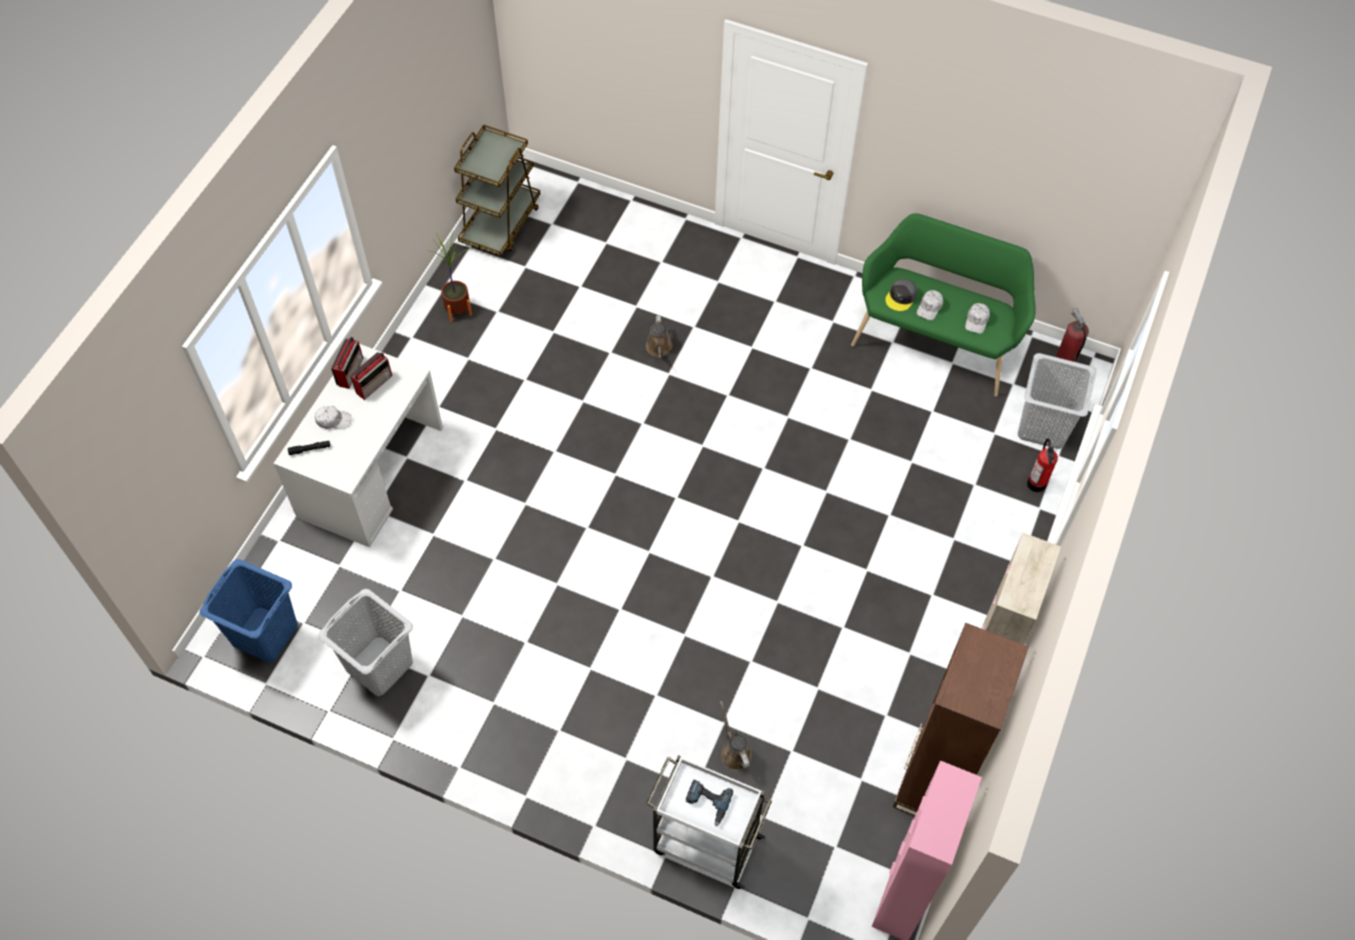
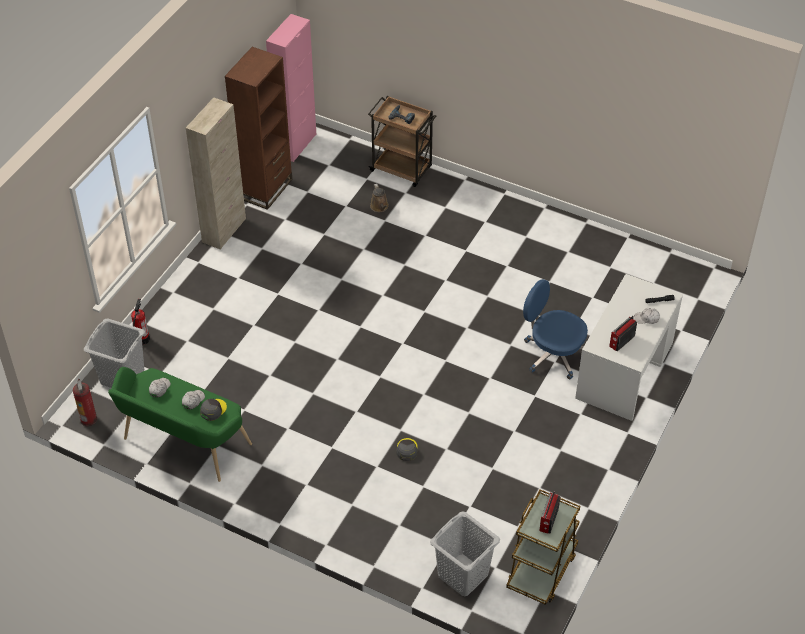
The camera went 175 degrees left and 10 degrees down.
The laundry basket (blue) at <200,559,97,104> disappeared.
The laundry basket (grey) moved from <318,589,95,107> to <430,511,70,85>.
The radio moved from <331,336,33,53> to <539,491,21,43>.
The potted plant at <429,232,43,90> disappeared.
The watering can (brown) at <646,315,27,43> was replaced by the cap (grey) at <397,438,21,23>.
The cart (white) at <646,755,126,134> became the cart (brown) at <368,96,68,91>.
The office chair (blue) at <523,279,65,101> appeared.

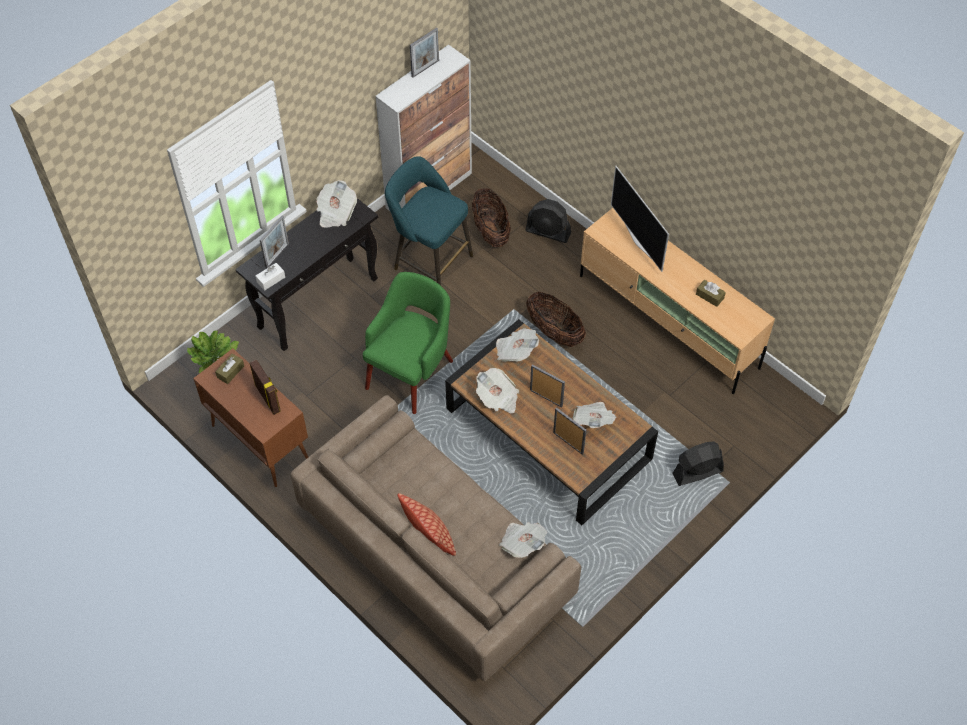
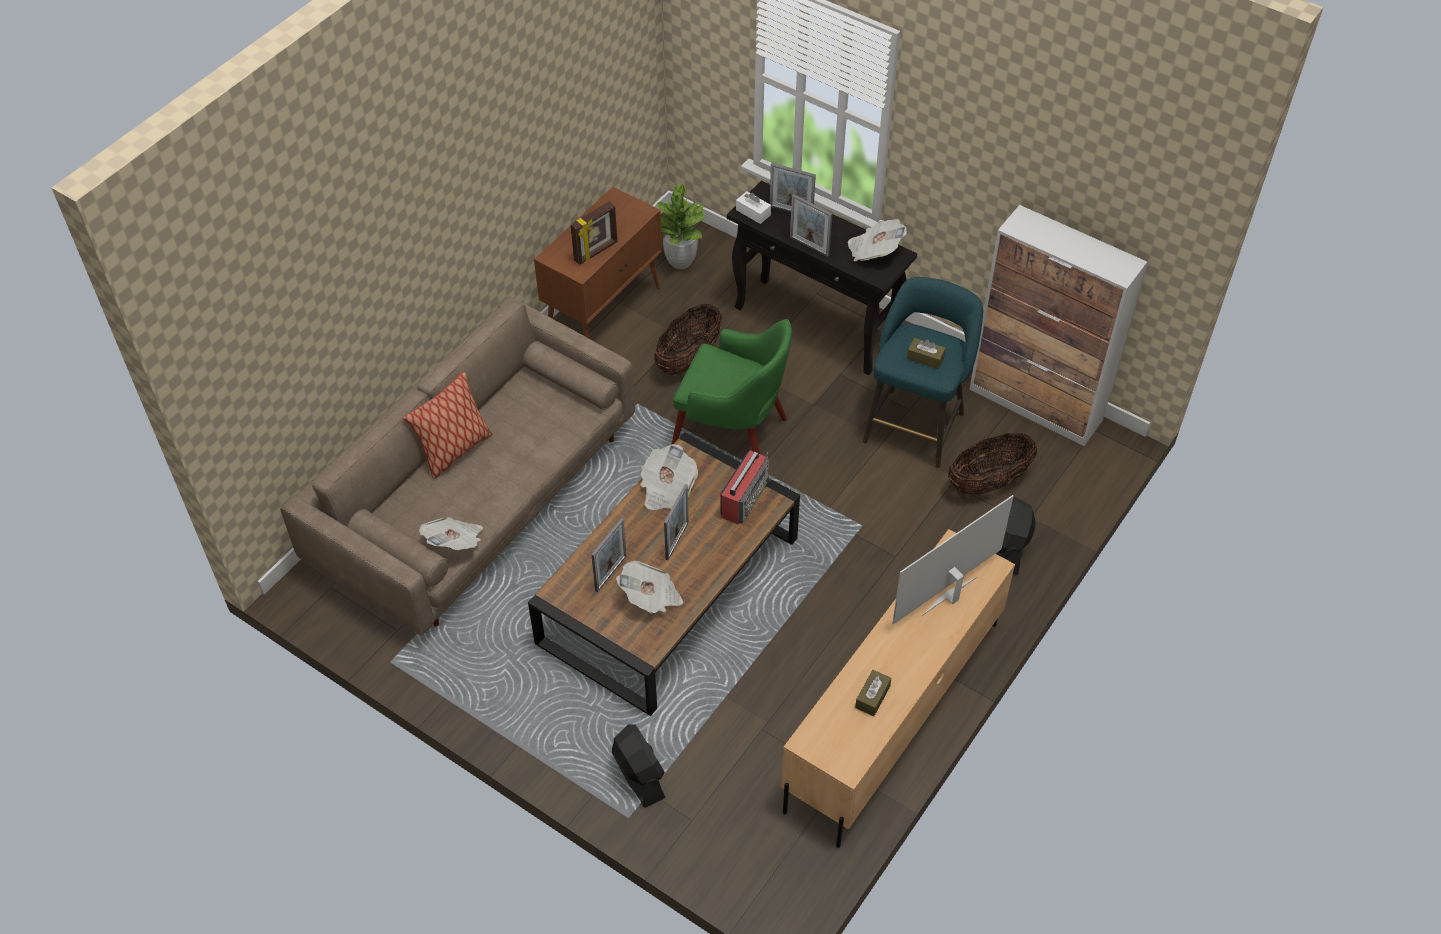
The camera went 80 degrees right and 5 degrees down.
The tissue box (brown) moved from <215,354,29,30> to <907,338,39,31>.
The picture frame moved from <410,28,29,50> to <790,194,42,63>.
The newspaper at <496,328,43,34> was replaced by the radio at <721,450,50,74>.
The basket moved from <526,292,60,55> to <654,304,68,71>.

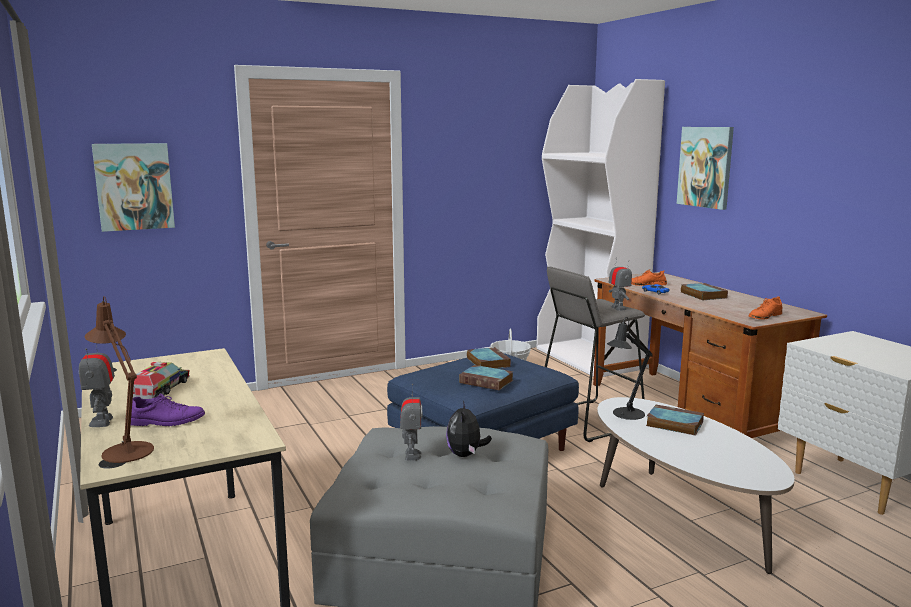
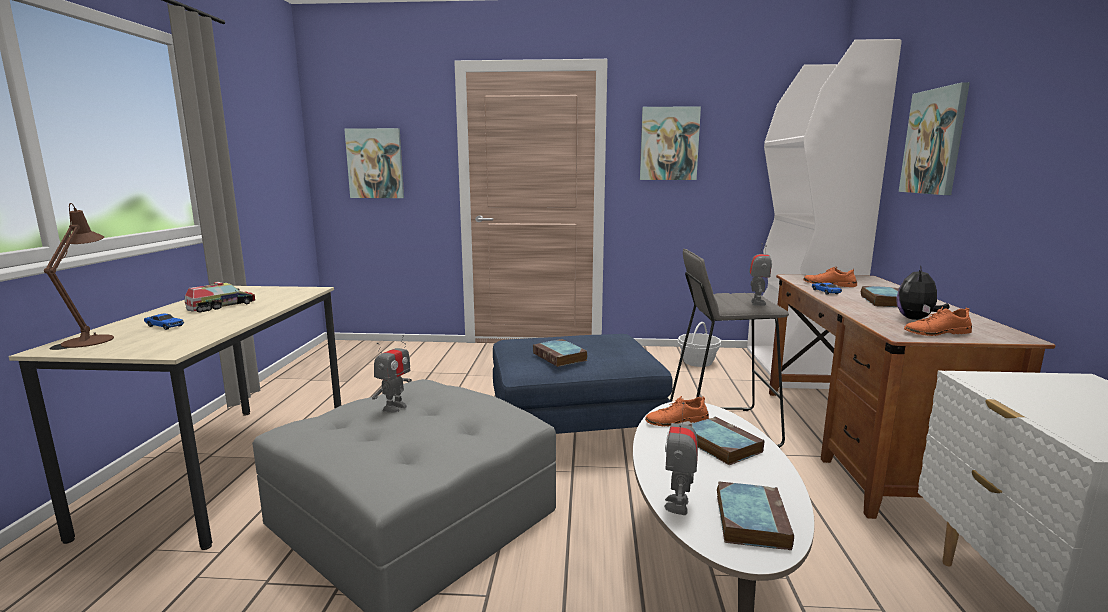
The camera went 30 degrees right and 0 degrees up.
The toy robot moved from <79,344,36,83> to <664,402,34,113>.
The shoe (purple) at <131,394,74,32> was replaced by the toy car at <144,314,40,16>.
The plush toy moved from <446,401,46,56> to <896,266,53,54>.
The book moved from <467,347,44,22> to <717,482,77,68>.
The table lamp (black) at <607,317,45,103> was replaced by the shoe (orange) at <645,396,64,30>.
The picture at <640,106,61,74> appeared.

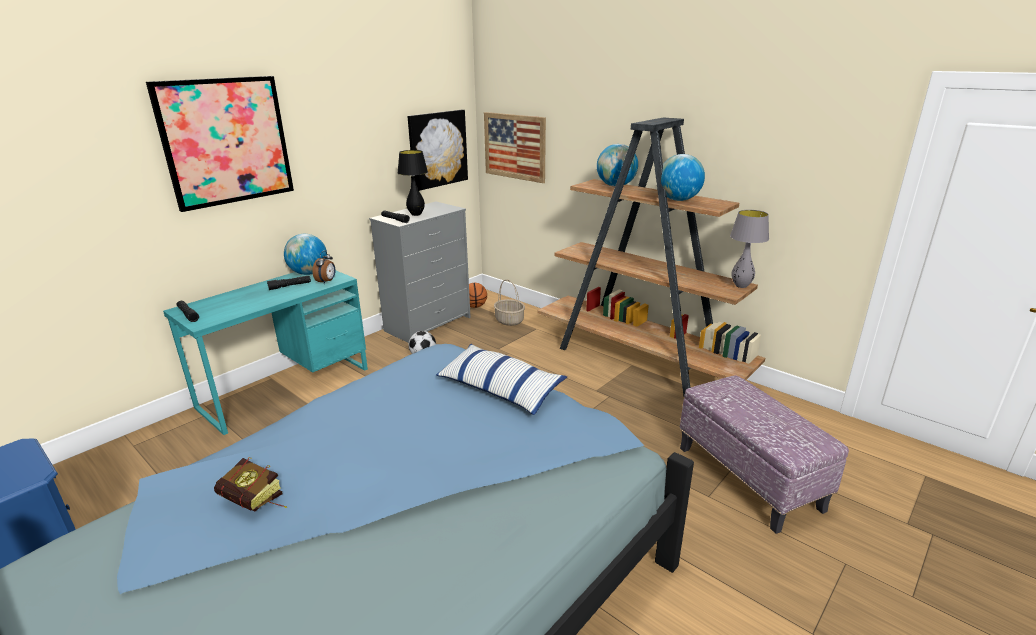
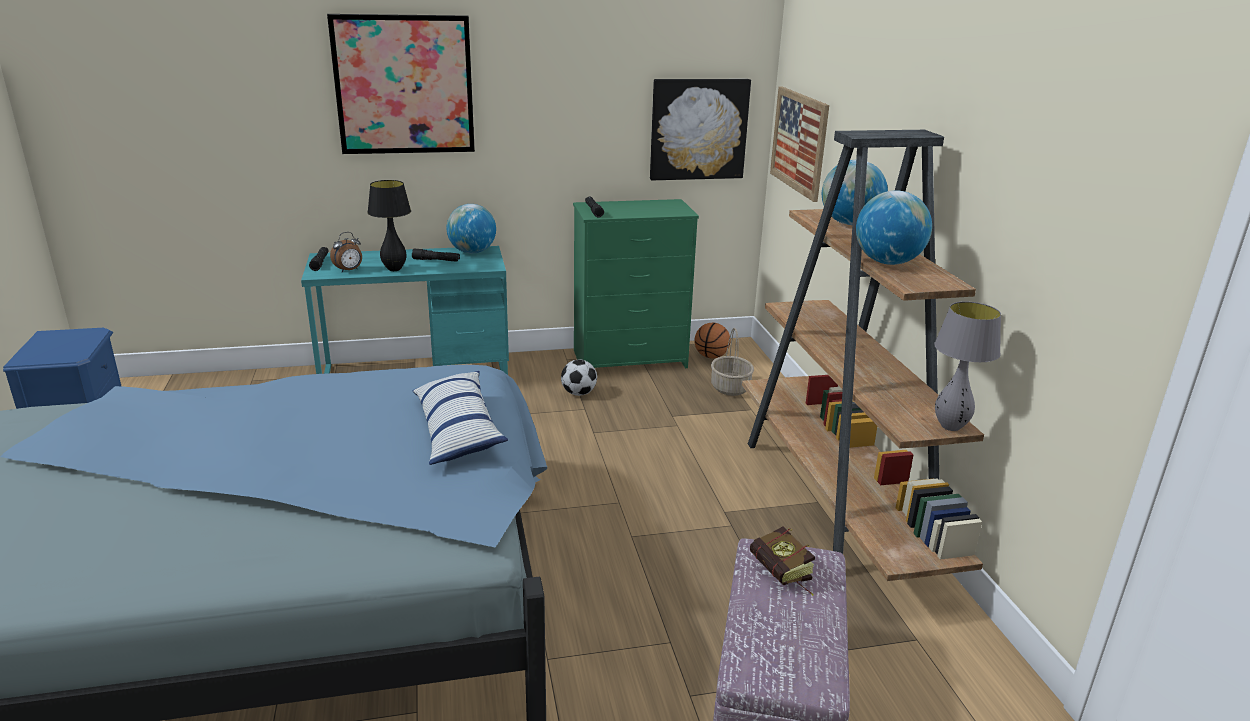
The camera went 35 degrees right and 0 degrees up.
The book moved from <214,457,73,54> to <750,526,65,70>.
The alarm clock moved from <312,251,24,33> to <330,232,32,40>.
The dresser (grey) at <369,201,102,142> became the dresser (green) at <573,199,126,169>.
The table lamp (black) moved from <398,150,30,66> to <367,180,44,91>.

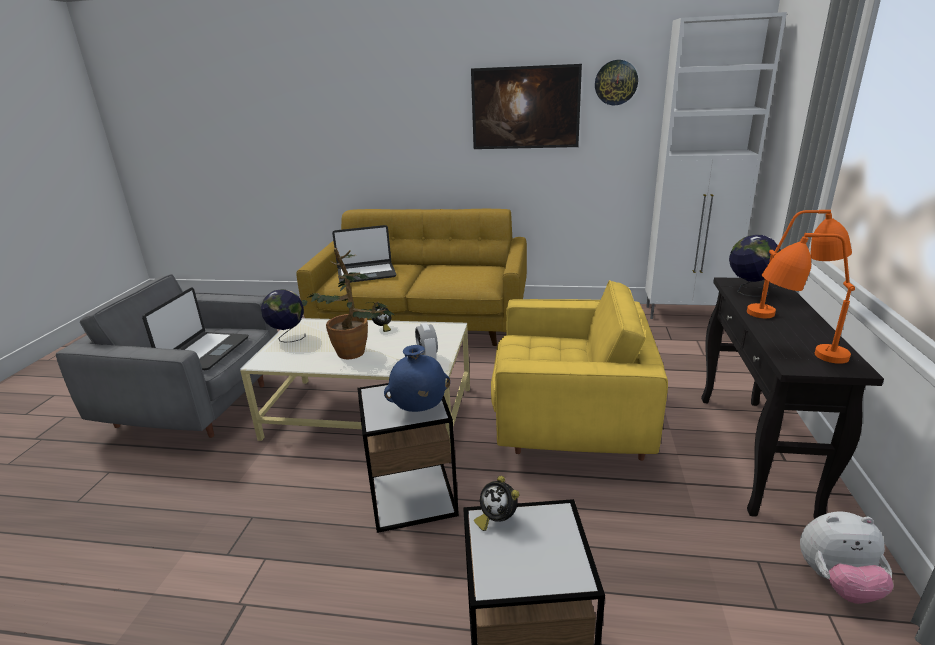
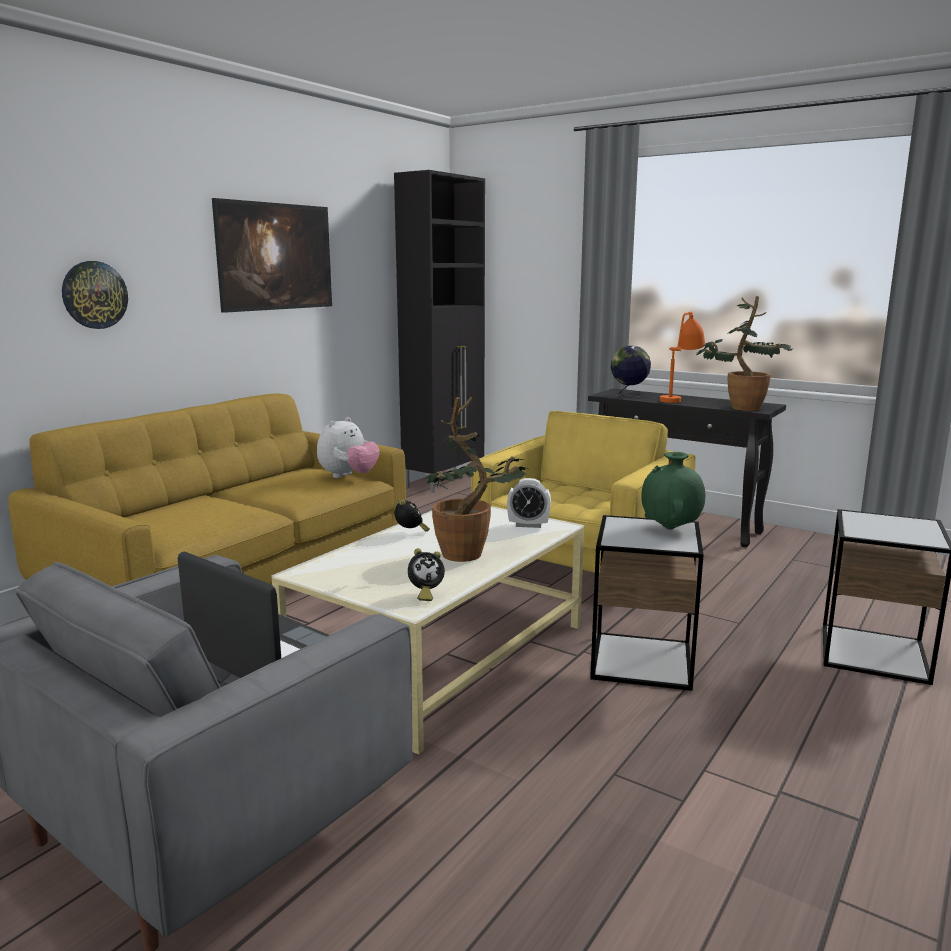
The camera went 65 degrees left and 10 degrees down.
The globe at <261,289,45,53> disappeared.
The laptop at <332,225,64,59> disappeared.
The vase (blue) at <384,345,66,67> became the vase (green) at <641,452,64,78>.
The alarm clock moved from <474,476,45,55> to <408,548,37,53>.
The wall clock moved from <595,60,43,45> to <62,261,66,68>.
The cabinet (white) at <645,12,142,307> became the cabinet (black) at <394,170,91,323>.
The table lamp (orange) at <762,233,93,131> was replaced by the potted plant at <696,296,98,115>.
The plush toy moved from <800,511,94,93> to <317,417,63,61>.

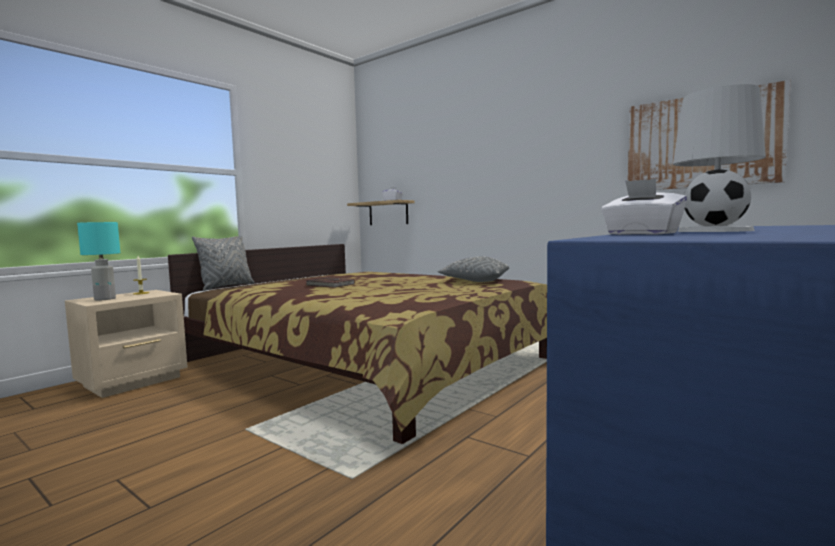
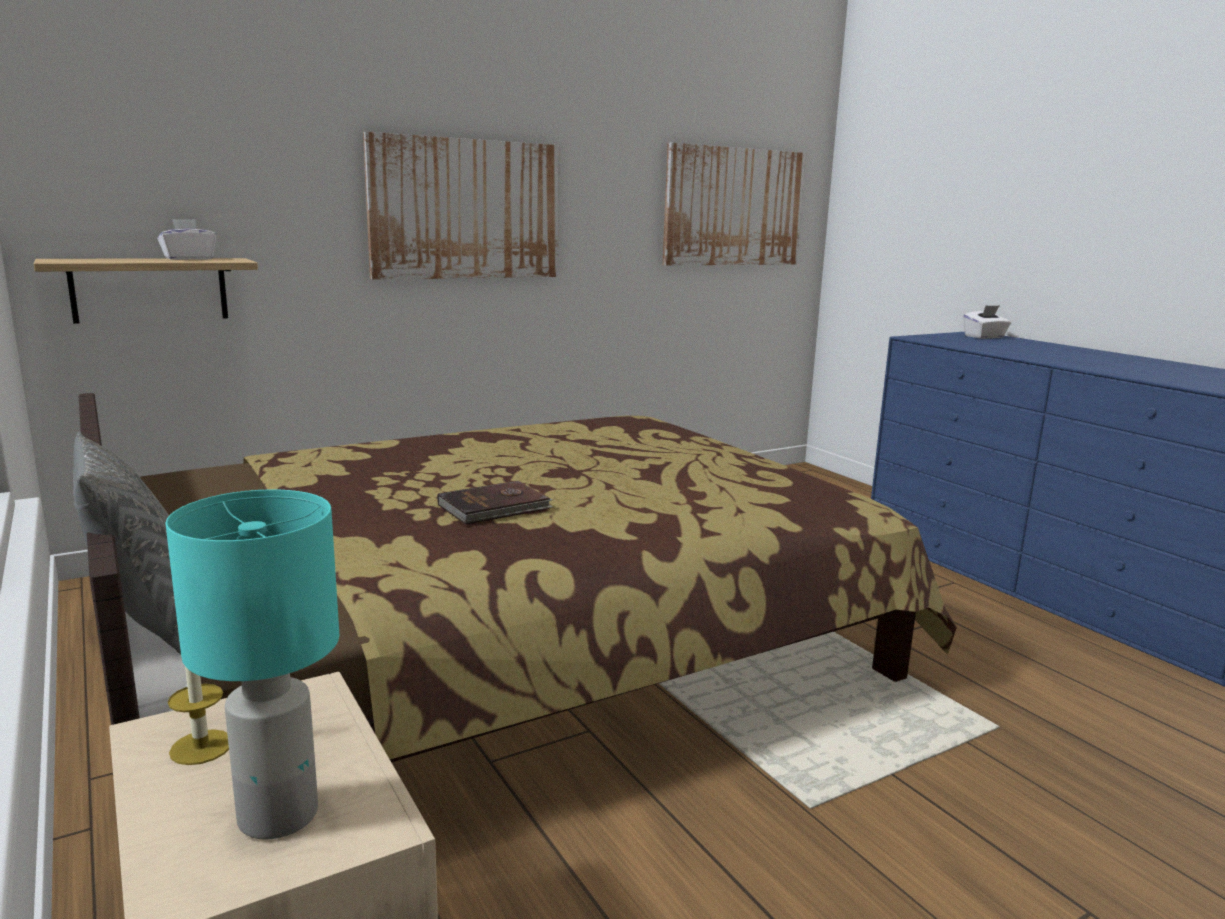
The camera went 70 degrees left and 10 degrees up.
The pillow (grey) at <437,256,72,26> disappeared.
The tissue box (white) moved from <601,178,86,57> to <963,305,48,34>.
The table lamp (white) at <673,84,93,148> disappeared.
The picture at <363,132,197,148> appeared.

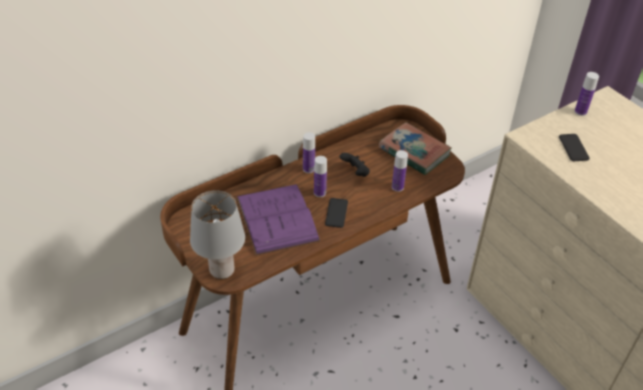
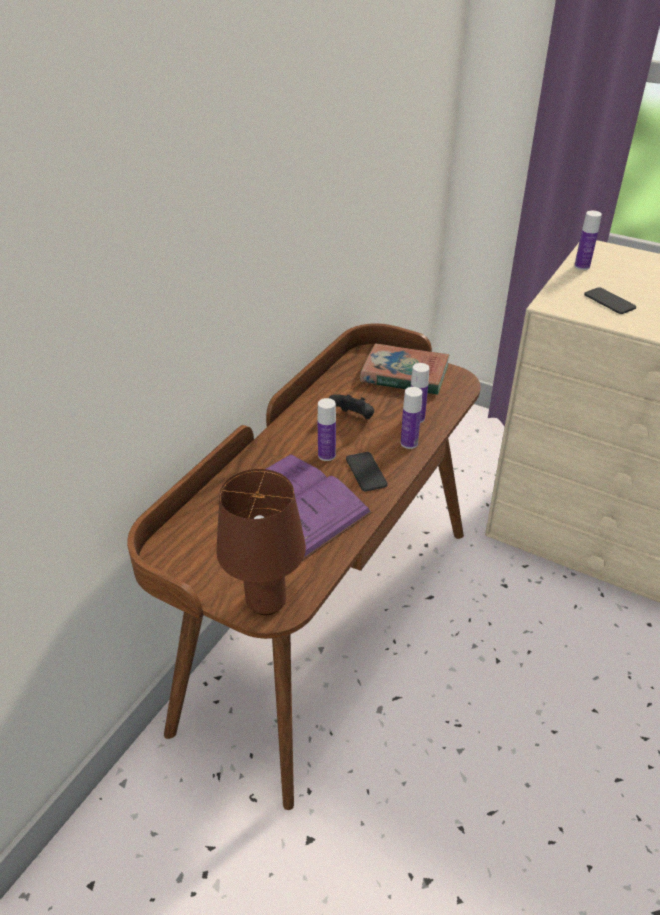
The camera went 25 degrees left and 5 degrees down.
The table lamp (grey) at <190,191,55,88> became the table lamp (brown) at <216,469,90,146>.
The bottle moved from <303,132,12,41> to <401,387,21,62>.

